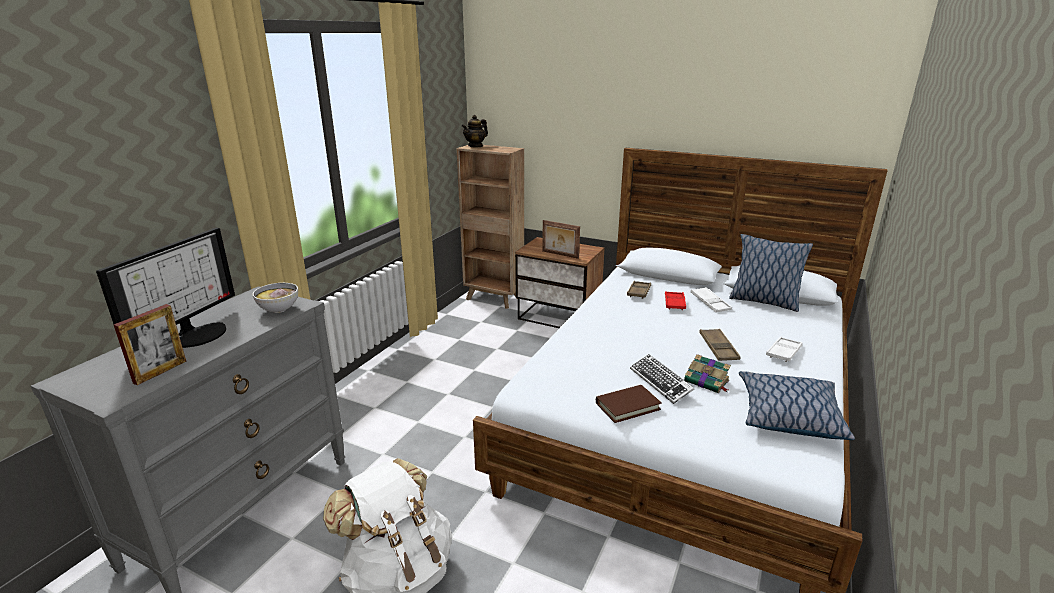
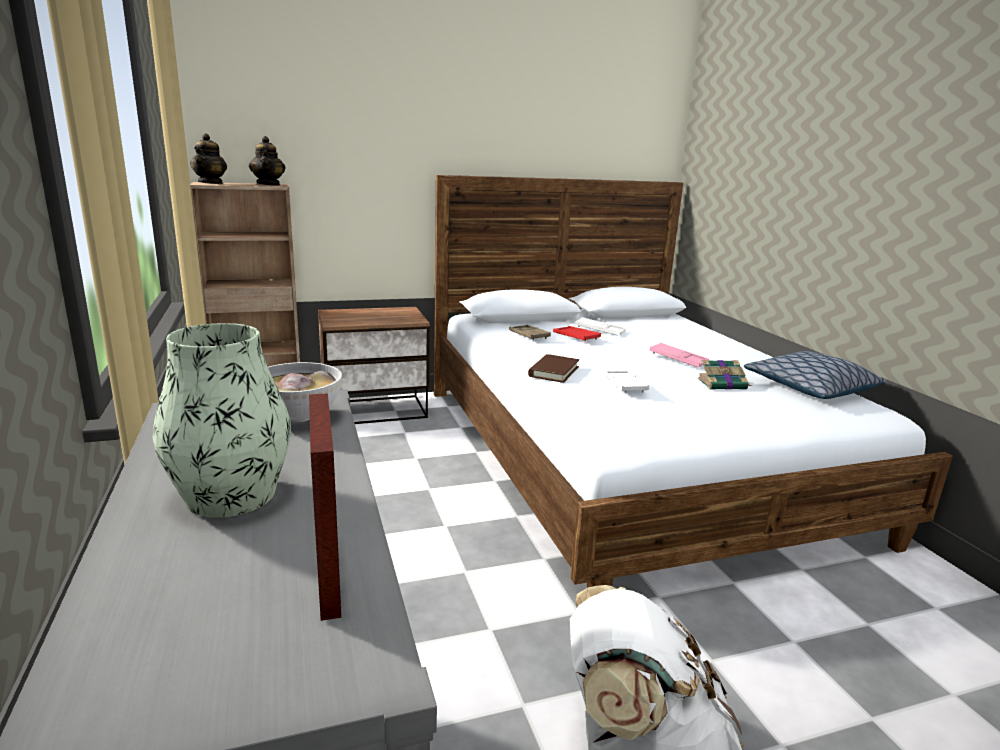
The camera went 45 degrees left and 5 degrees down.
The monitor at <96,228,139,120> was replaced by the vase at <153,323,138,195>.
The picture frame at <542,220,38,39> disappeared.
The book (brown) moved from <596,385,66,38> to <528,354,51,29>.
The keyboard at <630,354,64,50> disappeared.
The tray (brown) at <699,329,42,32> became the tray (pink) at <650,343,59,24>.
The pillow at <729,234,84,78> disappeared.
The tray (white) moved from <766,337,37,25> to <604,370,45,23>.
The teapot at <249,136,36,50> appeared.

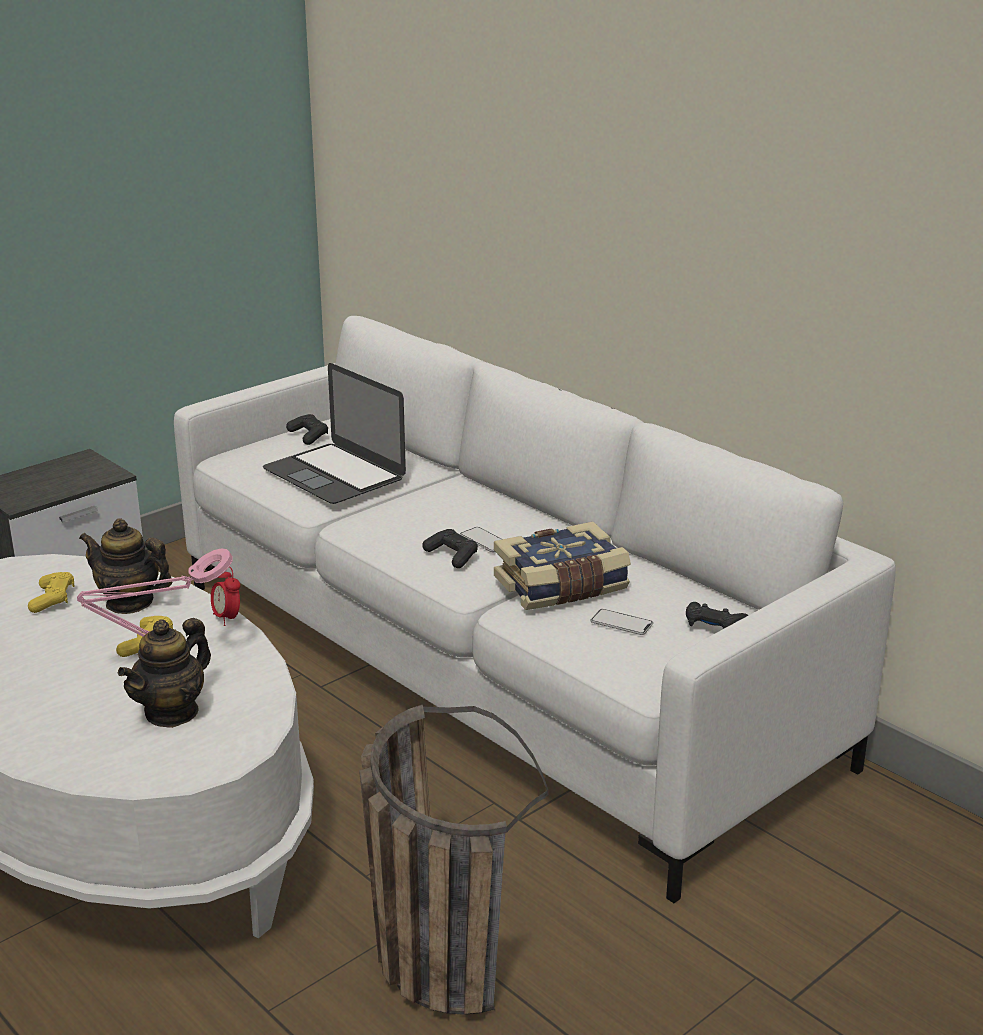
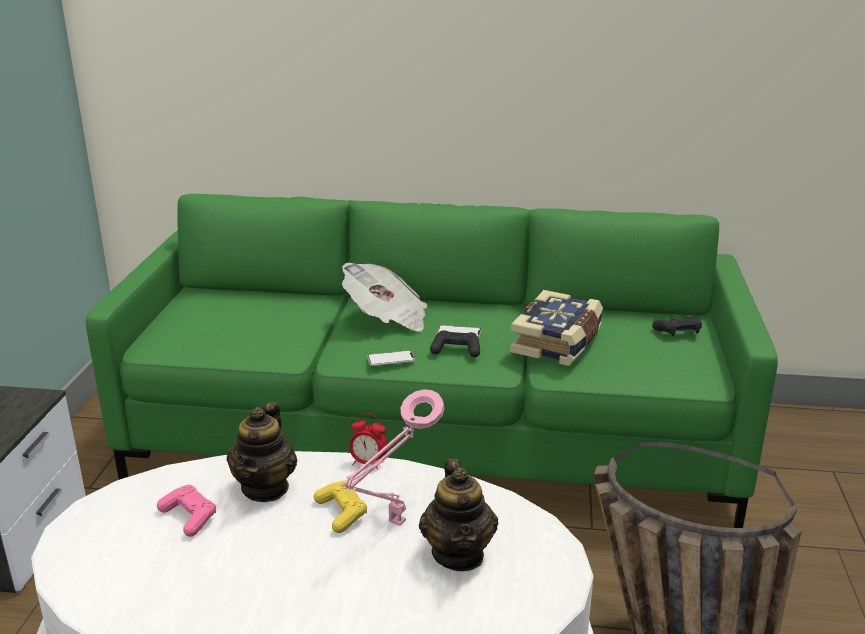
The camera went 40 degrees left and 0 degrees up.
The game controller (yellow) at <28,572,46,41> became the game controller (pink) at <157,485,59,52>.
The teapot at <79,518,93,96> turned 60 degrees counterclockwise.
The sofa (white) at <174,316,722,587> became the sofa (green) at <86,194,692,334>.
The laptop at <263,363,143,141> disappeared.
The game controller (black) at <286,414,42,31> disappeared.
The phone moved from <591,609,62,26> to <367,350,48,16>.
The newspaper at <342,263,85,68> appeared.

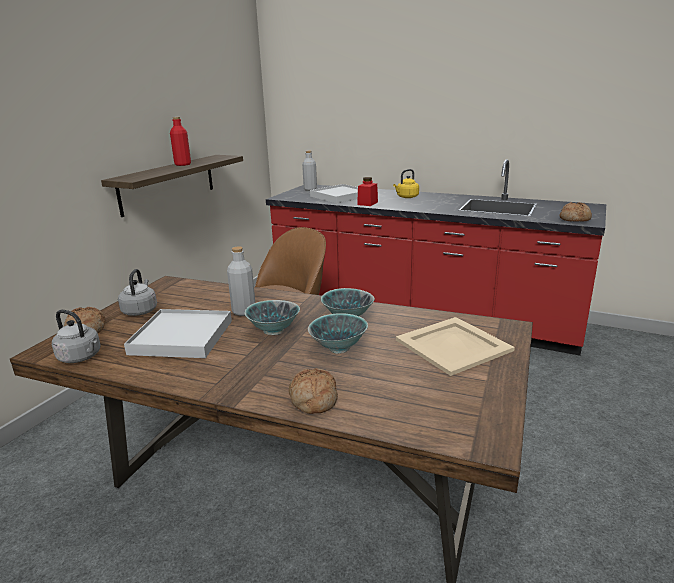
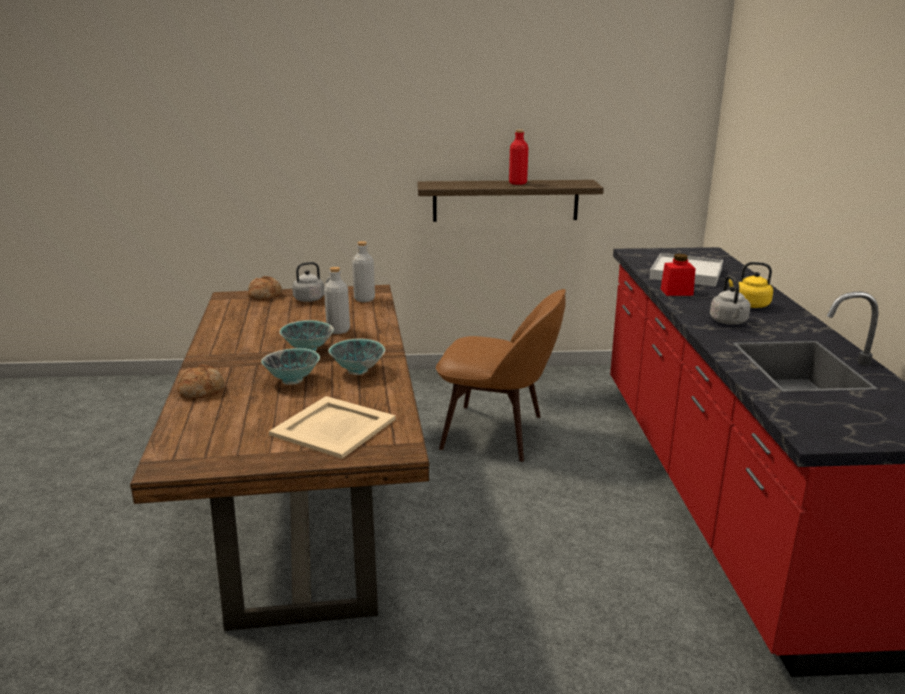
The camera went 60 degrees right and 0 degrees up.
The kettle (grey) moved from <52,310,49,53> to <710,275,41,50>.
The tray (white) at <124,309,108,49> disappeared.
The bottle (grey) moved from <302,151,15,40> to <352,241,23,61>.
The bread at <559,202,33,19> disappeared.

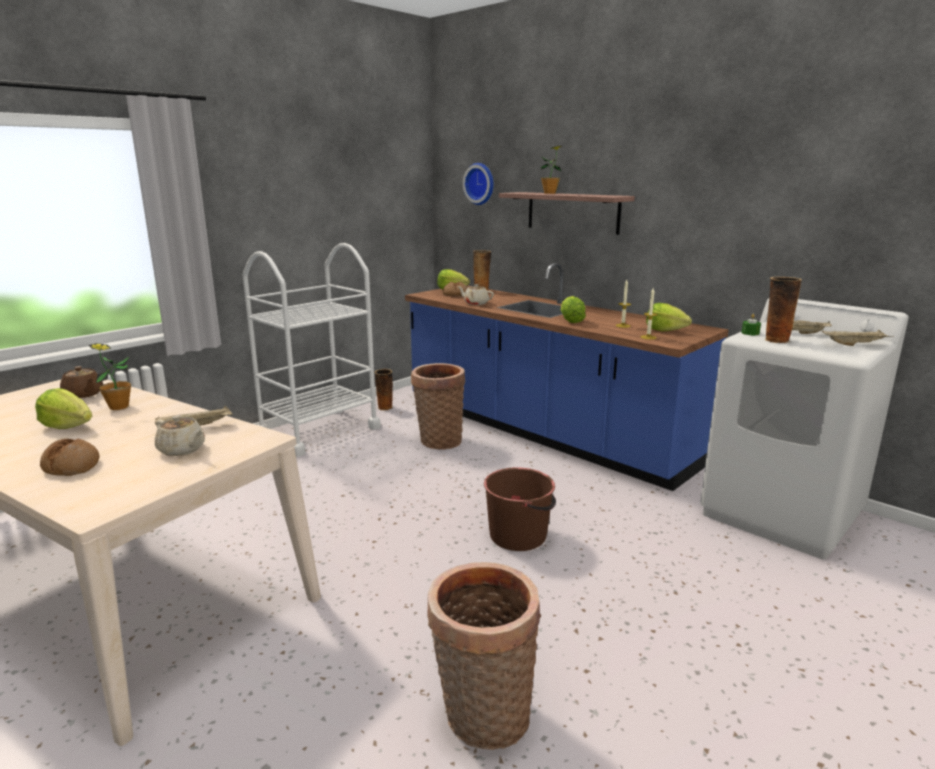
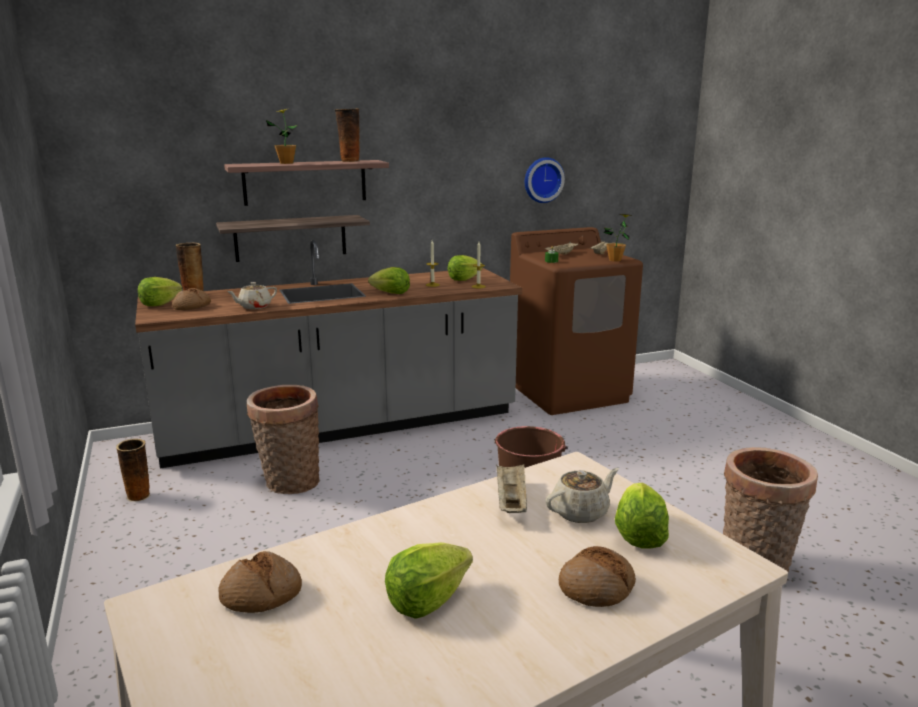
The camera went 65 degrees left and 0 degrees up.
The teapot (brown) at <60,366,43,32> was replaced by the bread at <218,551,84,62>.
The potted plant moved from <88,343,43,67> to <604,214,28,48>.
The cart (white) at <243,243,138,214> disappeared.
The counter (blue) at <405,263,324,228> became the counter (grey) at <135,240,387,229>.
The wall clock moved from <463,163,31,42> to <525,157,40,46>.
The washing machine (white) at <700,298,209,262> became the washing machine (brown) at <510,227,133,188>.
The vase moved from <764,277,38,66> to <335,108,25,54>.
The shelf at <216,215,154,47> appeared.
The lettuce at <615,483,54,65> appeared.

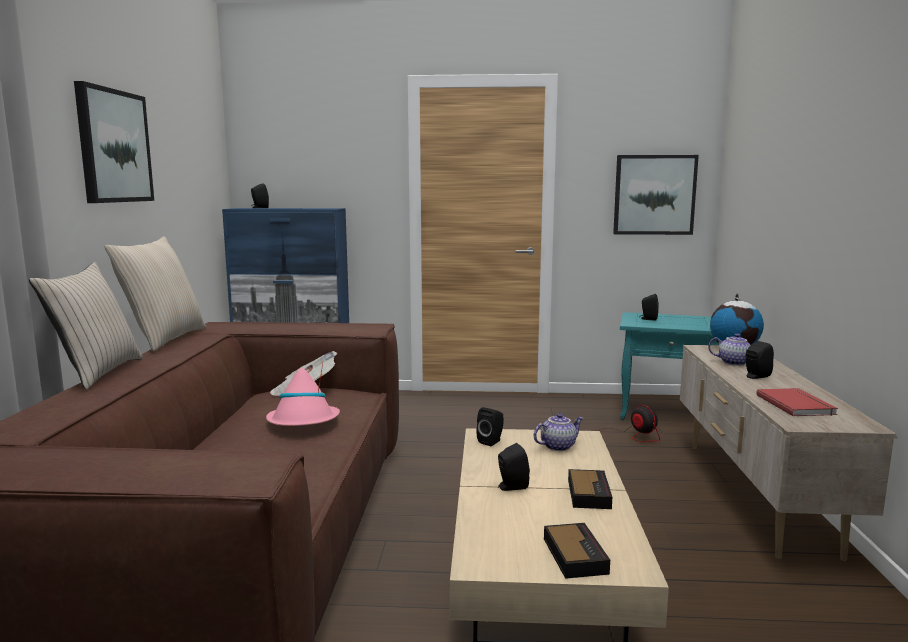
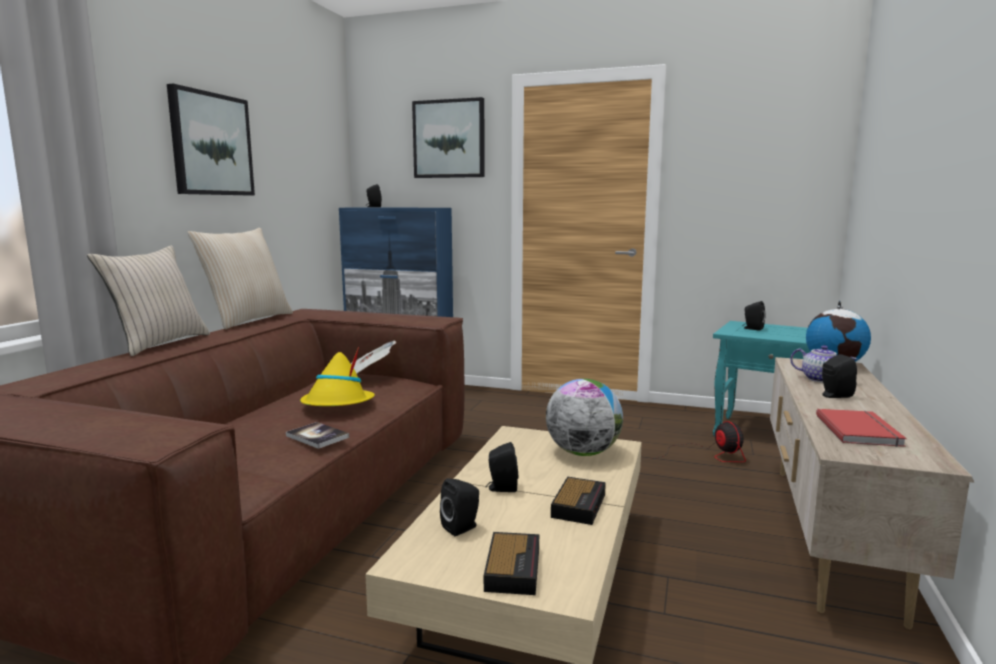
The camera went 15 degrees right and 0 degrees up.
The hat (pink) at <266,362,74,64> became the hat (yellow) at <300,347,75,59>.
The speaker (black) moved from <476,407,28,39> to <440,478,39,58>.
The teapot at <534,413,49,38> was replaced by the globe at <546,379,77,77>.
The picture moved from <613,155,86,80> to <412,97,73,81>.
The book at <286,422,63,27> appeared.

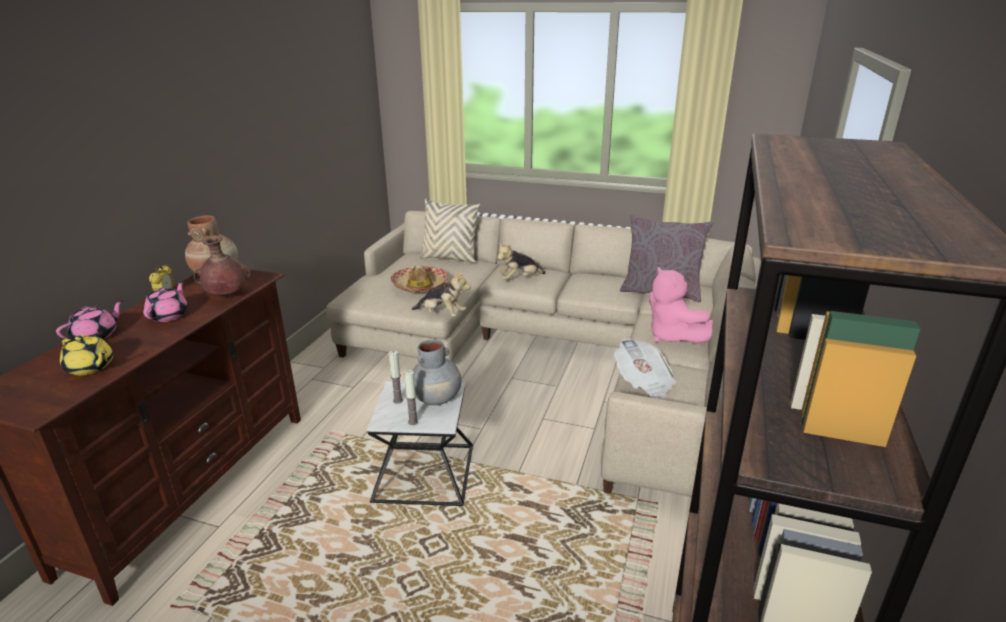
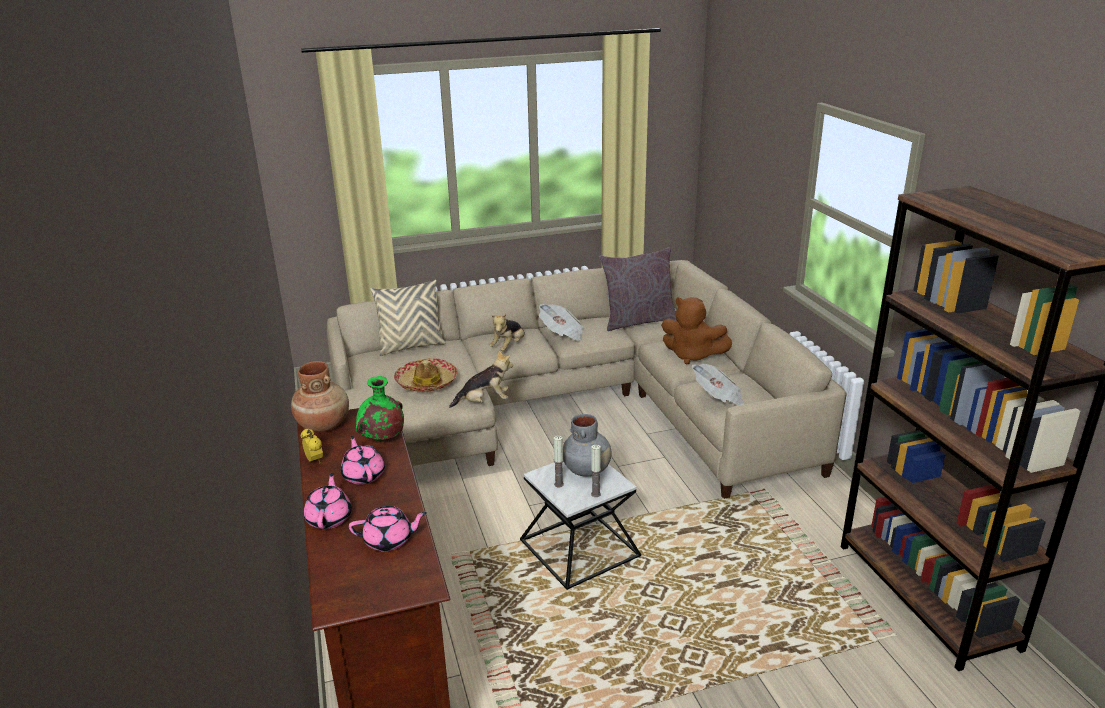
The camera went 35 degrees left and 0 degrees up.
The teapot (yellow) at <60,335,53,40> became the teapot (pink) at <349,506,78,45>.
The vase (brown) at <194,235,57,61> became the vase (green) at <356,376,48,65>.
The plush toy (pink) at <649,267,64,76> became the plush toy (brown) at <661,297,71,68>.
The newspaper at <539,304,45,37> appeared.

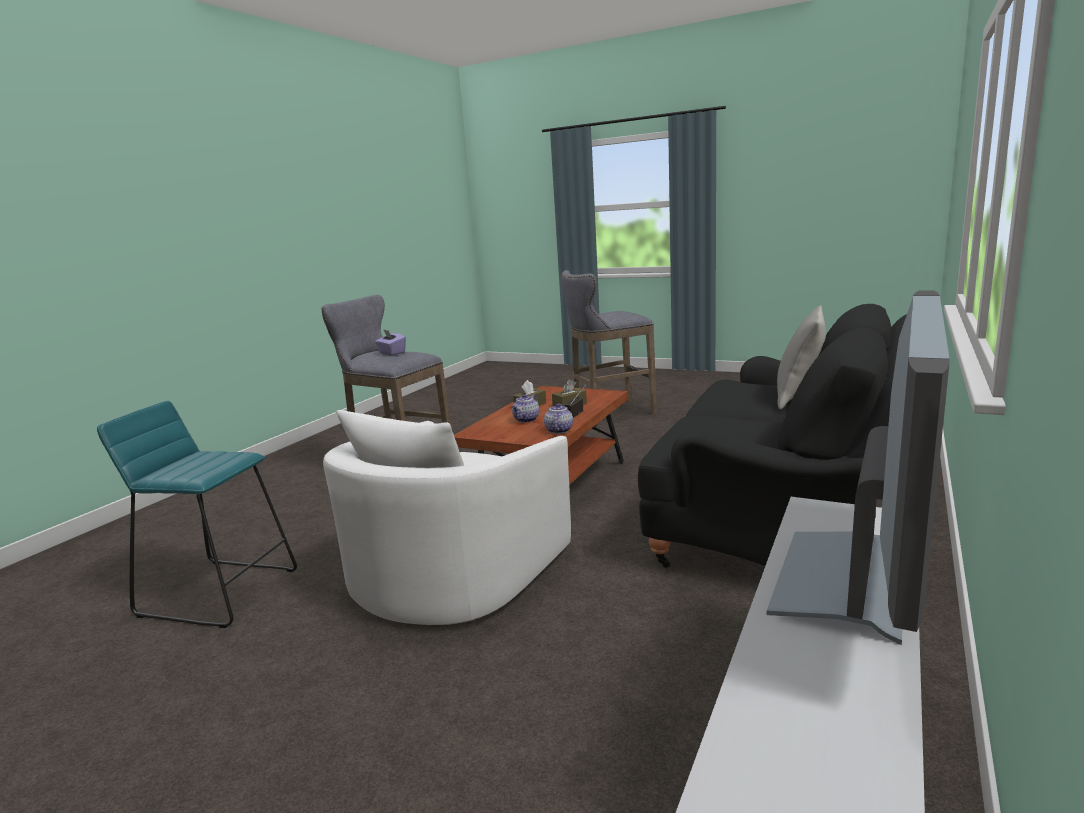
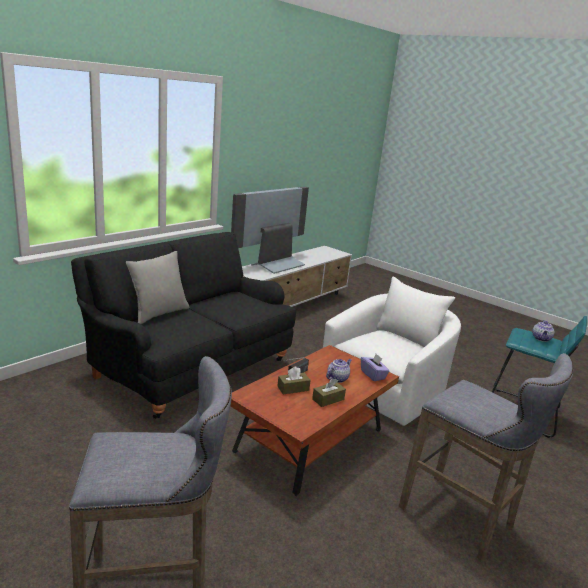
The camera went 170 degrees left and 5 degrees up.
The tissue box (purple) moved from <375,329,31,26> to <361,354,29,27>.
The teapot moved from <544,403,29,31> to <532,320,22,22>.

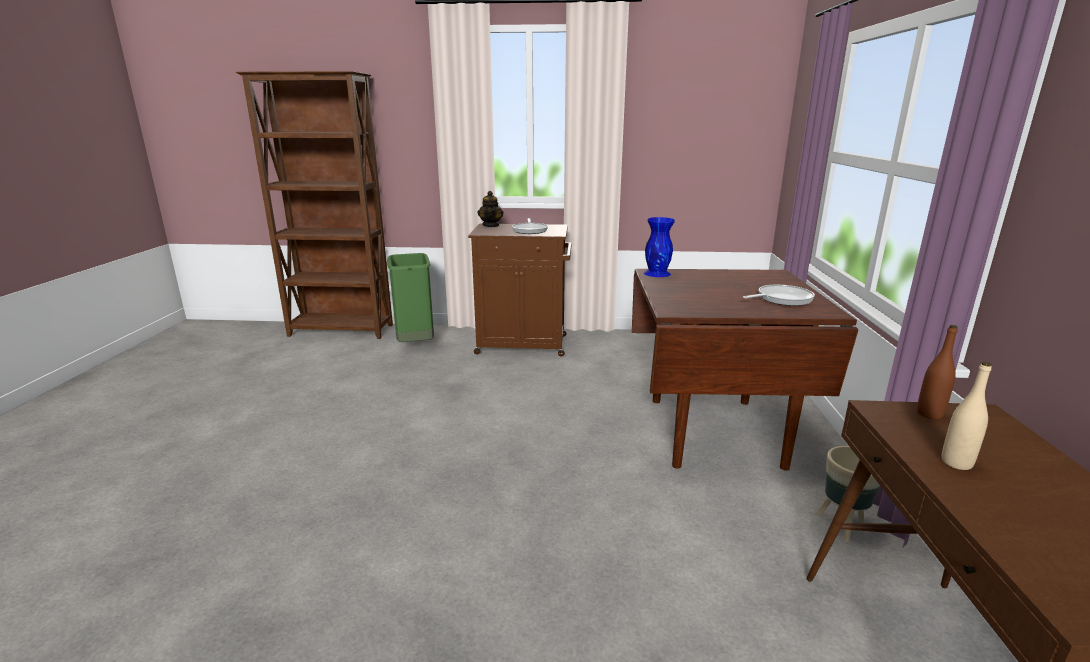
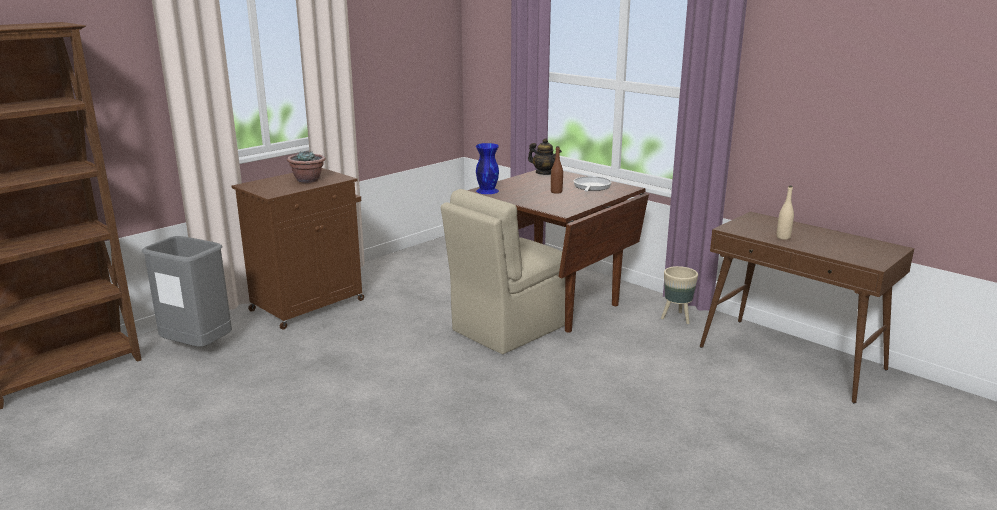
The camera went 50 degrees left and 0 degrees up.
The trash can (green) at <387,253,47,89> became the trash can (grey) at <142,236,90,111>.
The teapot moved from <478,191,26,36> to <528,138,34,37>.
The frying pan at <512,218,36,16> was replaced by the potted plant at <287,150,39,33>.
The bottle (brown) moved from <917,325,41,94> to <551,146,12,48>.
The chair (beige) at <441,189,124,165> appeared.

